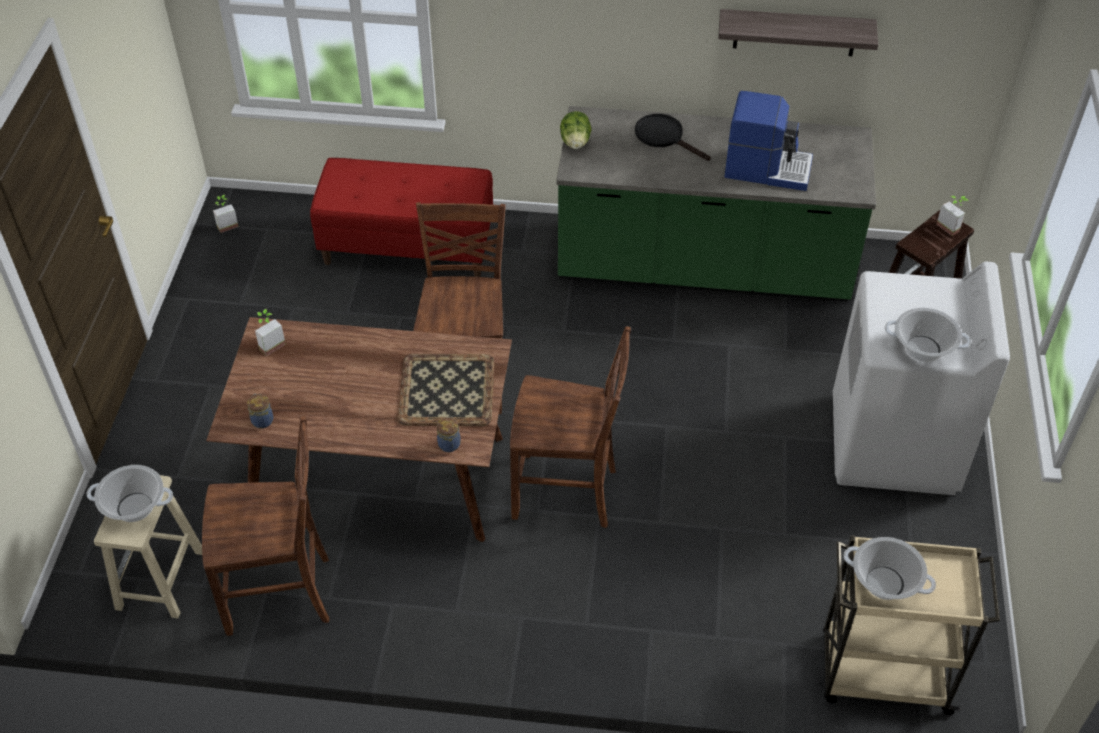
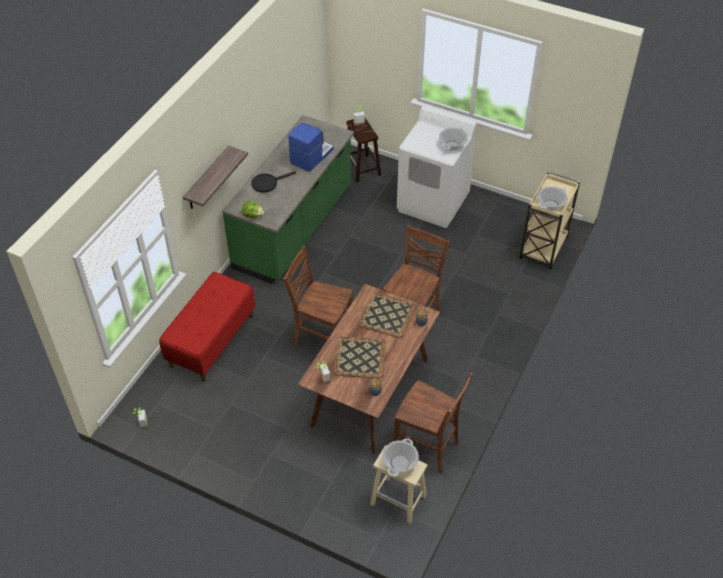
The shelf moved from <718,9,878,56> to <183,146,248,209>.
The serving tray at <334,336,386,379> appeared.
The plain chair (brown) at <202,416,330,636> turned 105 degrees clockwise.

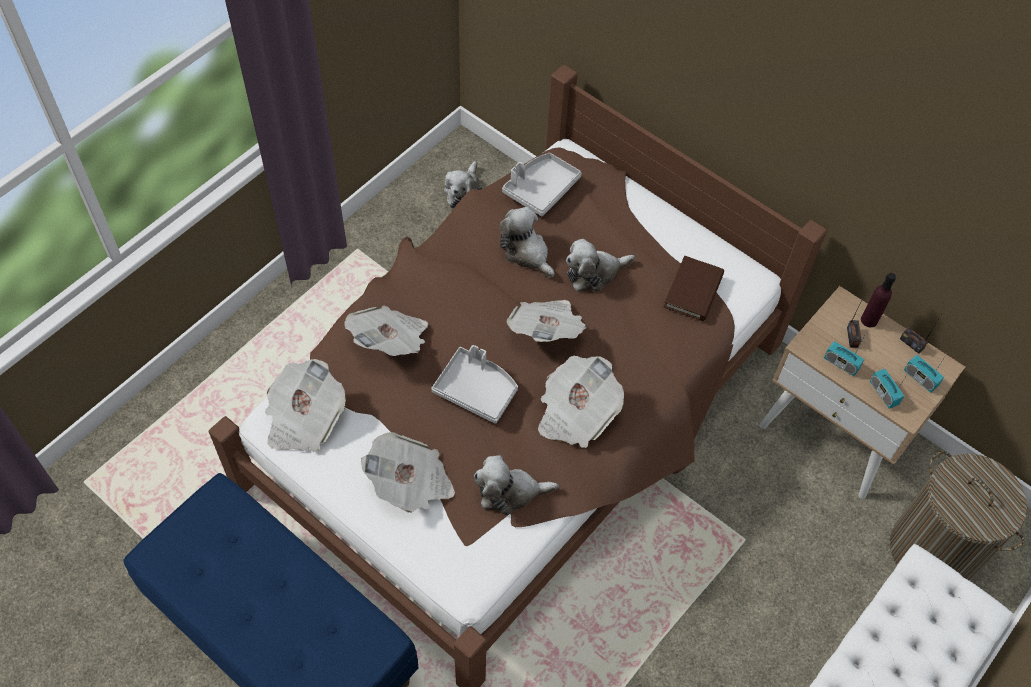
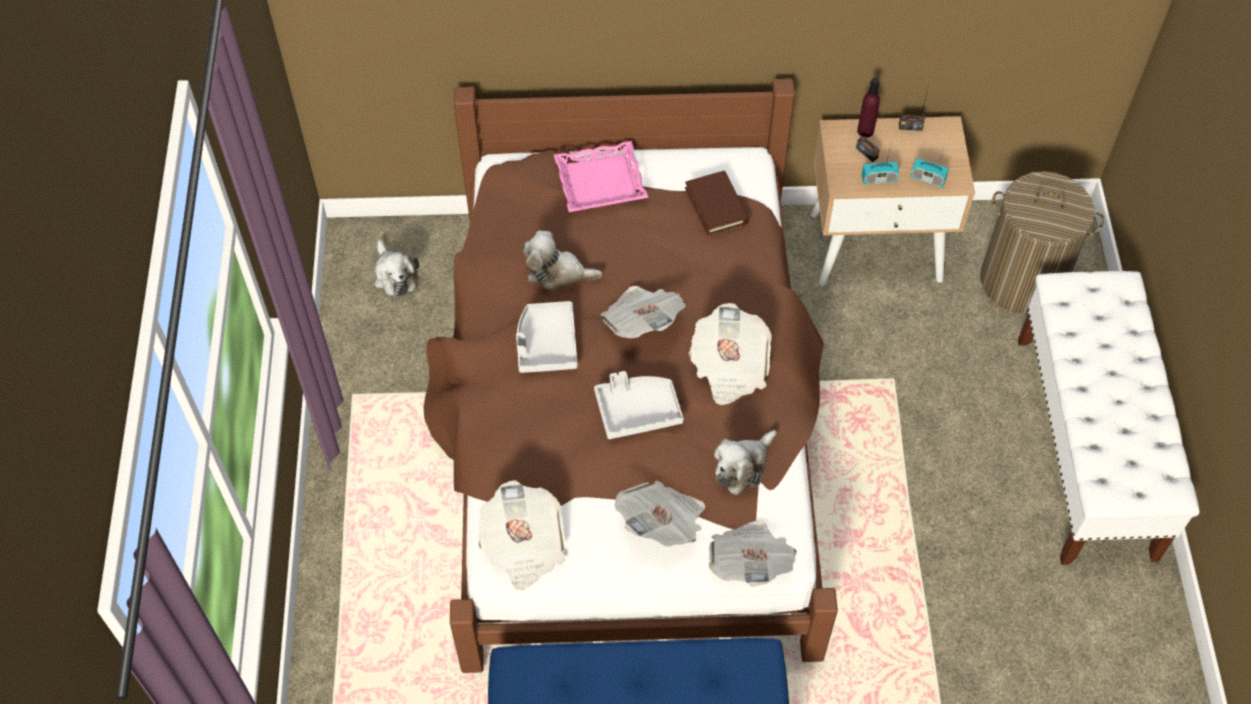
The serving tray (greyish) moved from <502,153,582,216> to <516,301,577,373>.
The serving tray (pink) at <554,141,648,212> appeared.
The daily paper moved from <344,305,428,356> to <709,520,797,587>.
The cuddly toy at <566,239,635,292> disappeared.
The radio set at <904,352,948,393> disappeared.

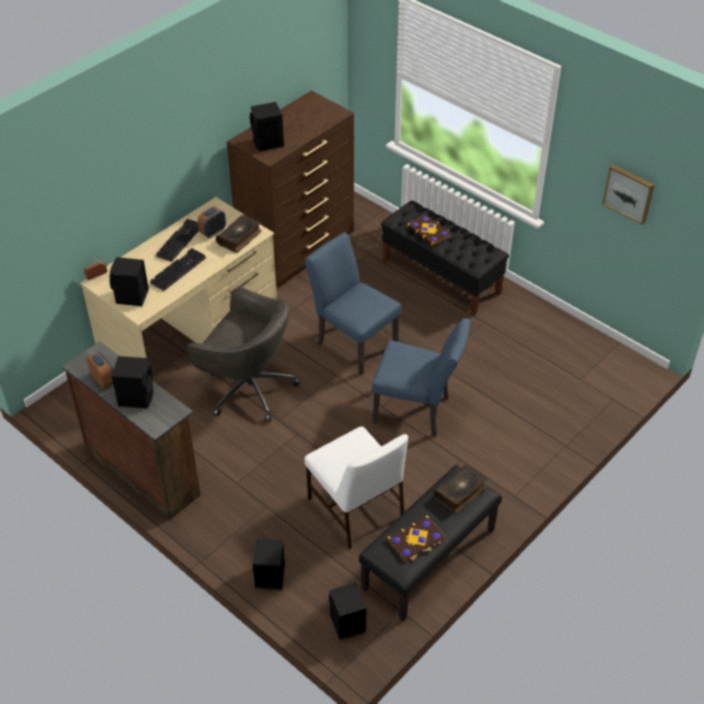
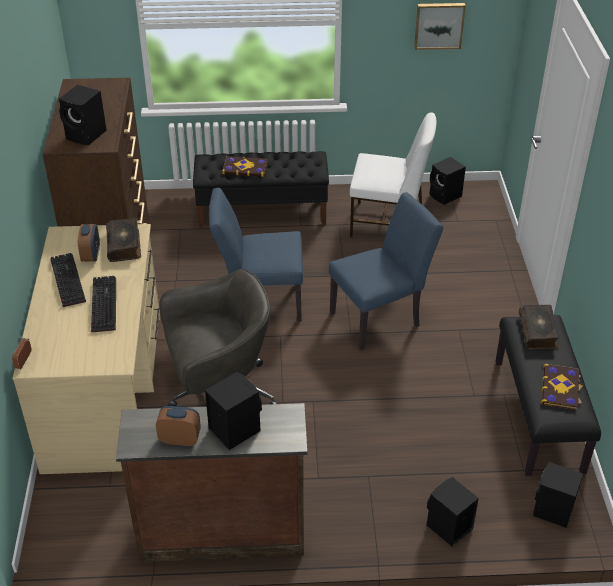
The plain chair (white) moved from <305,426,408,549> to <350,113,437,238>.
The audio speaker (black) moved from <109,257,149,306> to <429,157,466,205>.

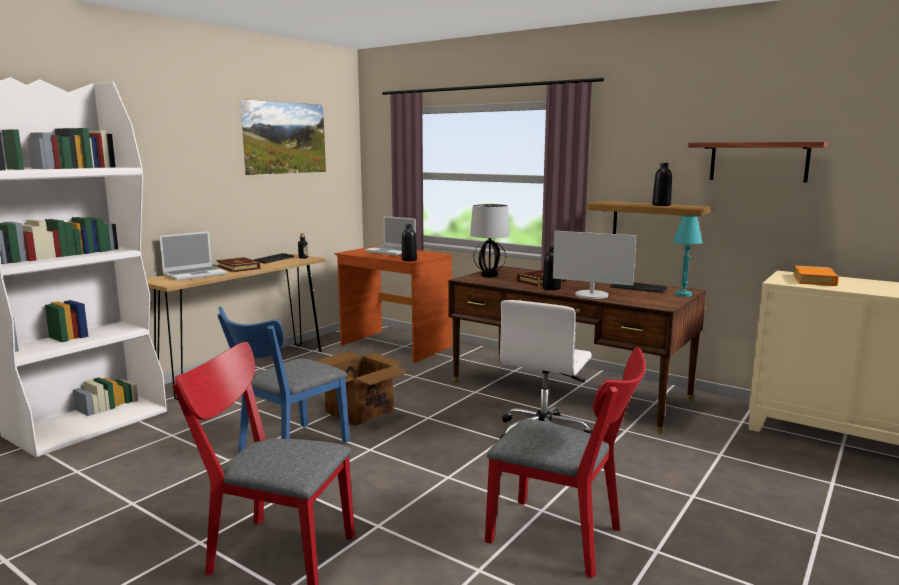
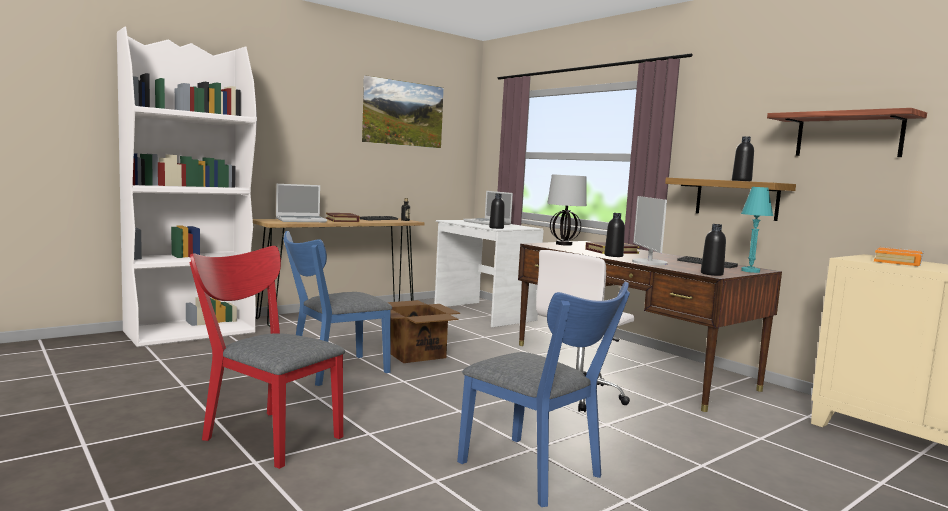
The desk (brown) at <335,246,452,363> became the desk (white) at <435,220,543,327>.
The plain chair (reddish) at <485,347,646,578> became the plain chair (blue-coloured) at <457,281,630,507>.
The monitor at <553,231,636,299> turned 45 degrees clockwise.
The beverage bottle (black) at <701,224,726,276> appeared.

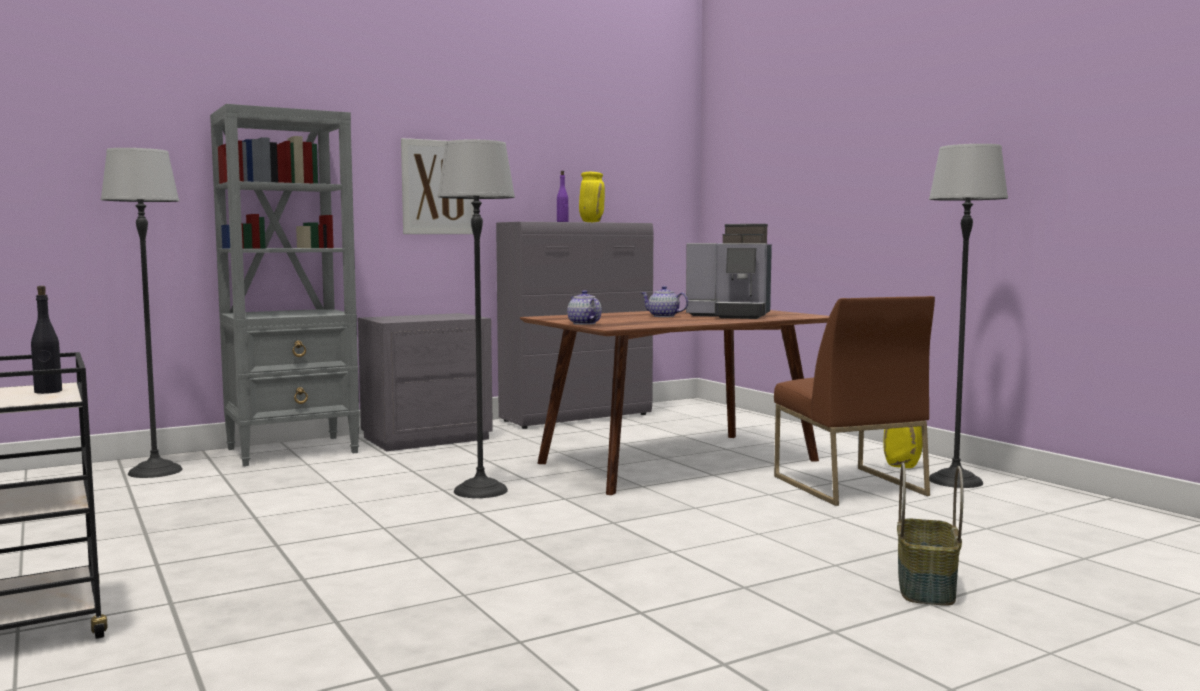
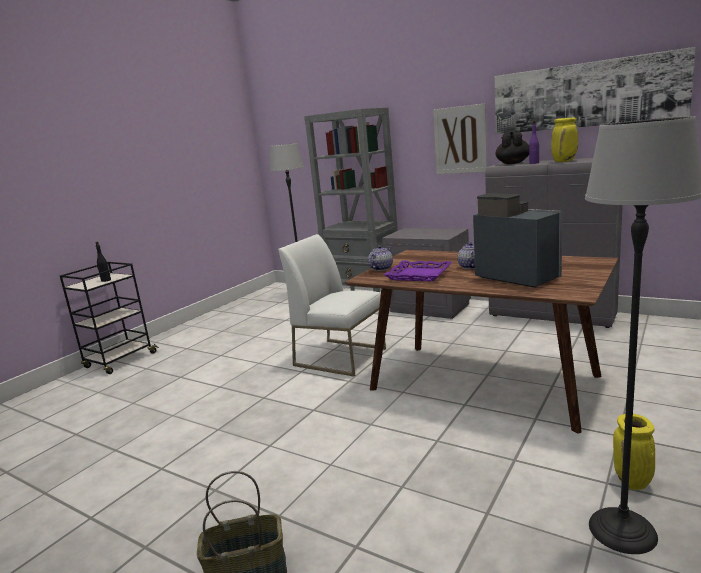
The standard lamp at <437,140,515,498> was replaced by the plain chair (white) at <278,234,386,377>.
The serving tray (purplish) at <384,261,452,282> appeared.
The coffee machine at <686,224,772,319> turned 150 degrees clockwise.
The wall art at <495,47,696,134> appeared.
The teapot (black) at <495,129,529,164> appeared.
The plain chair (brown) at <774,296,935,506> disappeared.

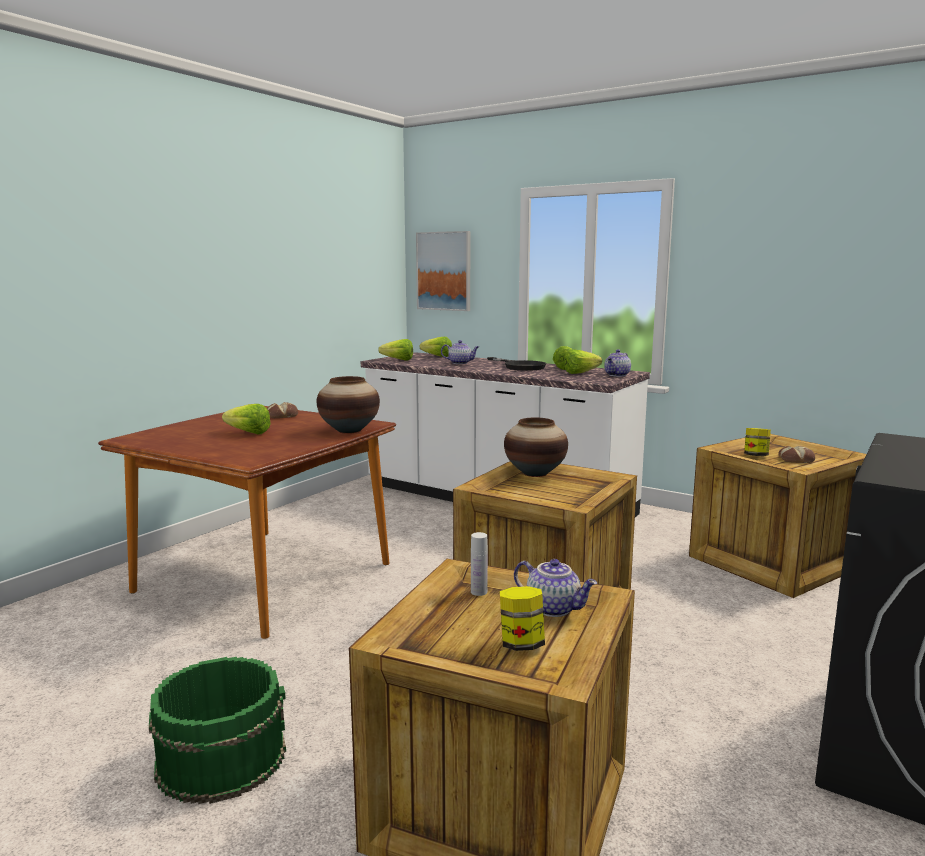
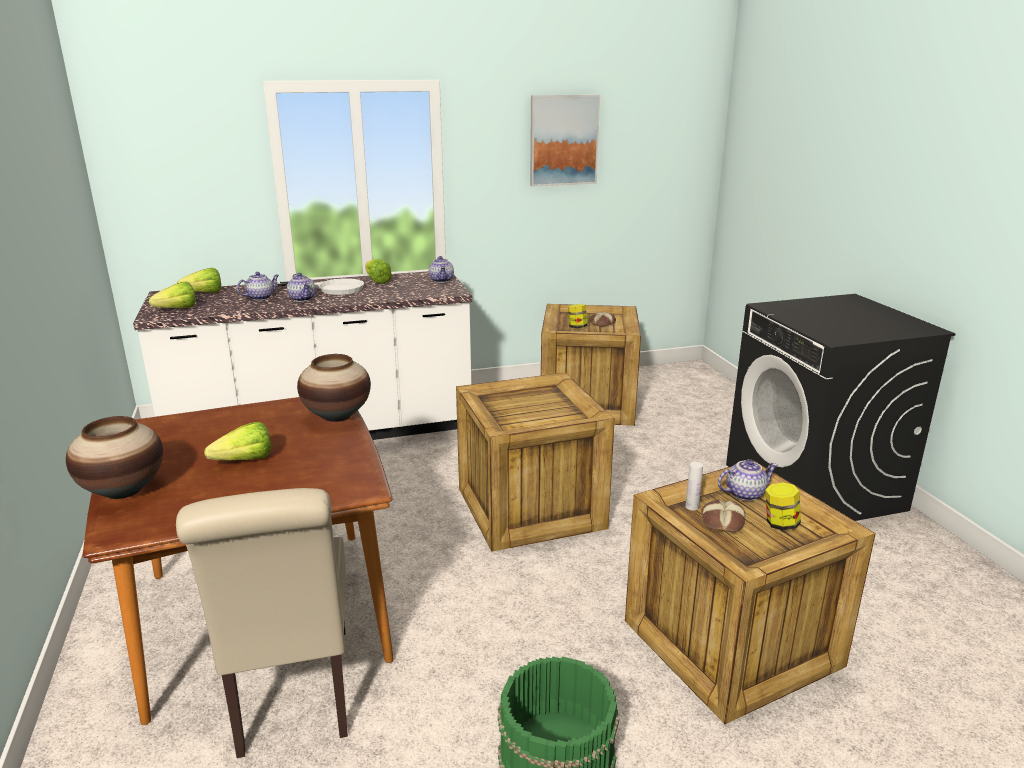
The flower vase moved from <504,417,568,477> to <66,416,163,499>.
The plain chair (sand-coloured) at <176,488,348,758> appeared.
The skillet (black) at <487,357,546,371> became the skillet (white) at <277,278,364,295>.
The teapot at <287,273,316,302> appeared.
The wall art moved from <416,231,471,311> to <530,95,600,187>.
The bread moved from <267,402,298,418> to <701,500,745,533>.
The lettuce head at <564,350,602,374> disappeared.

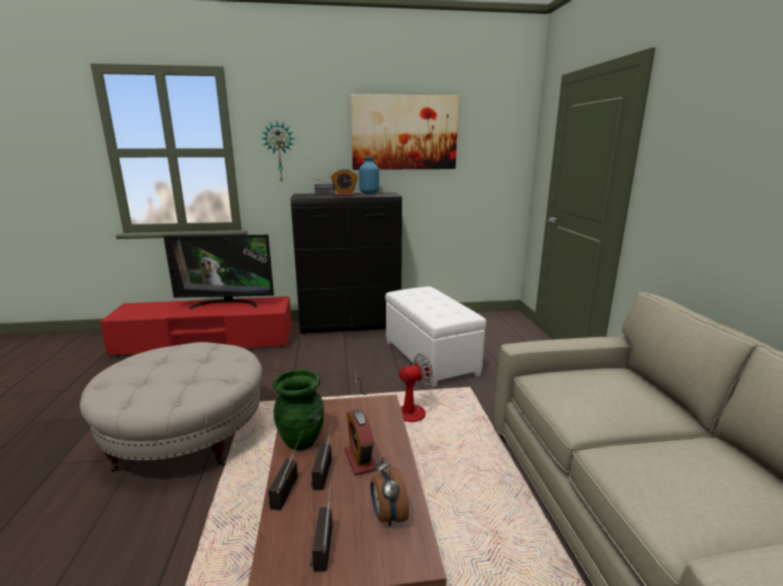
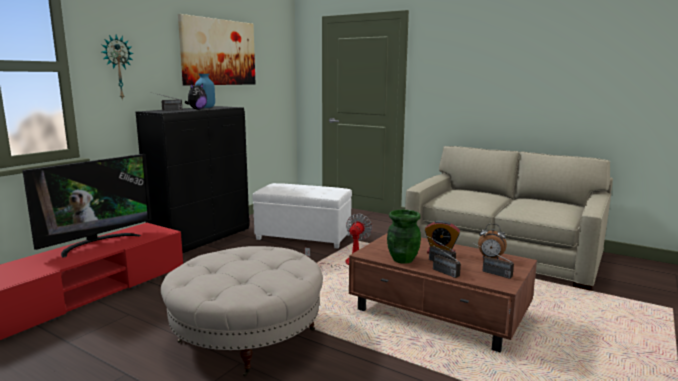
The bedside clock at <331,169,358,196> was replaced by the cuddly toy at <185,84,207,110>.

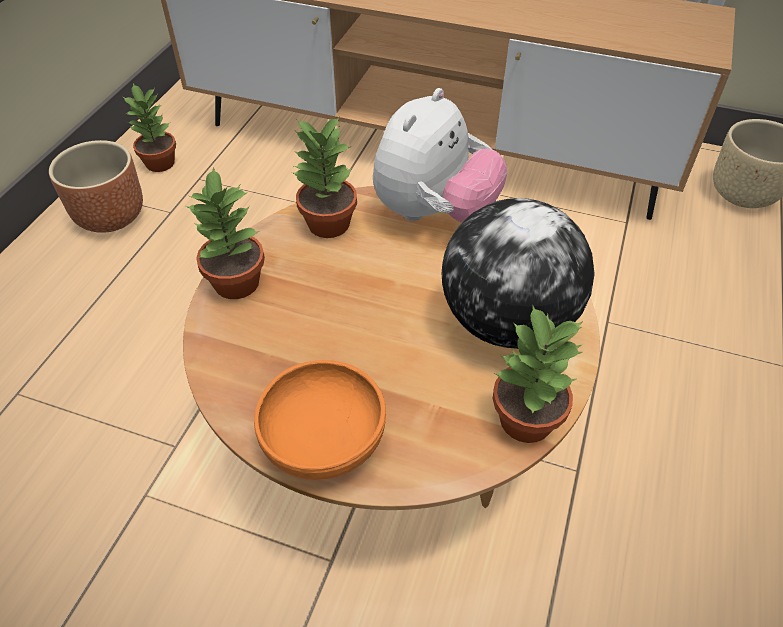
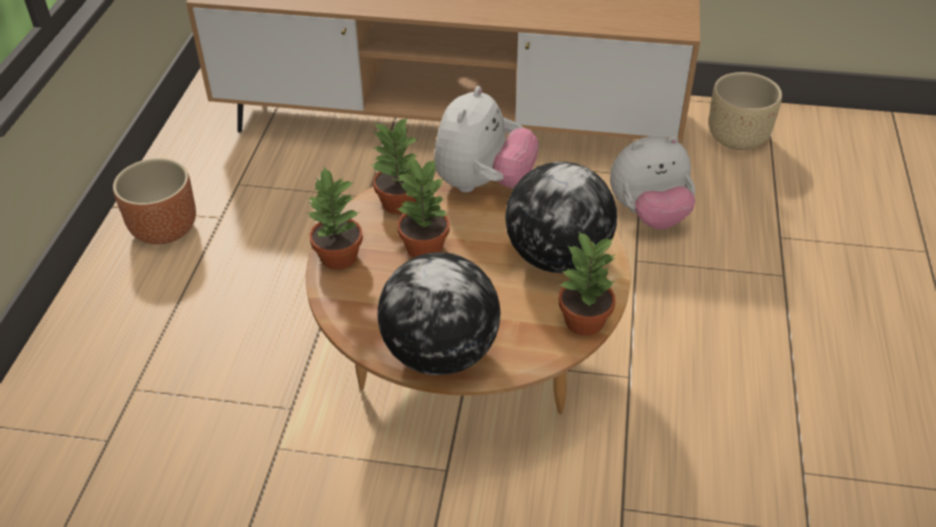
The deep dish (orangey) at <254,360,386,480> was replaced by the desk globe at <378,252,500,375>.
The potted plant moved from <123,84,176,172> to <396,157,449,257>.
The cuddly toy at <610,136,695,230> appeared.

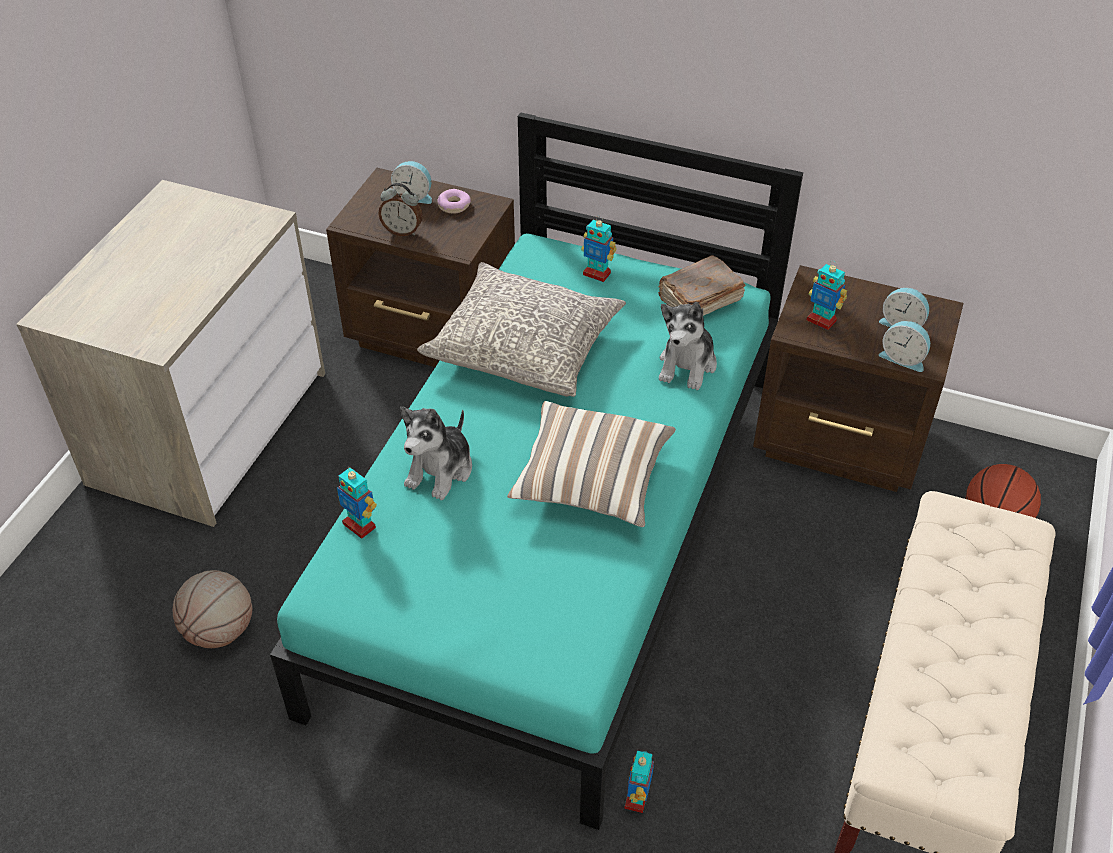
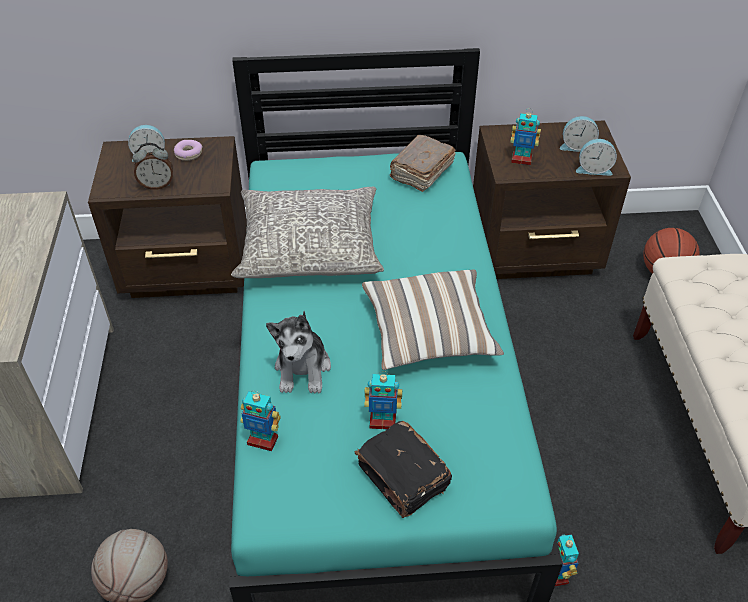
The volume (black) at <355,421,452,518> appeared.
The toy robot moved from <581,216,617,282> to <364,371,402,429>.
The cuddly toy at <659,302,717,390> disappeared.

